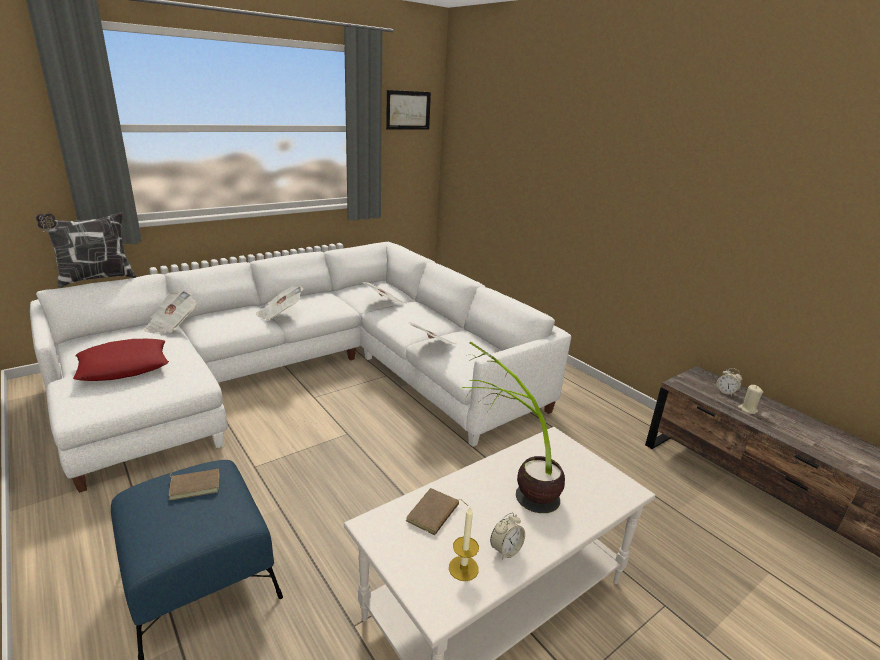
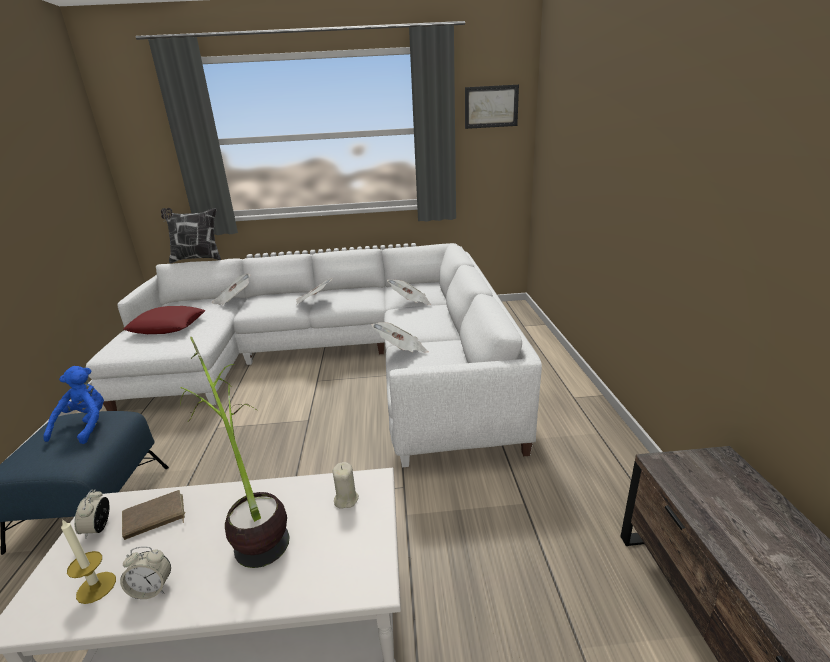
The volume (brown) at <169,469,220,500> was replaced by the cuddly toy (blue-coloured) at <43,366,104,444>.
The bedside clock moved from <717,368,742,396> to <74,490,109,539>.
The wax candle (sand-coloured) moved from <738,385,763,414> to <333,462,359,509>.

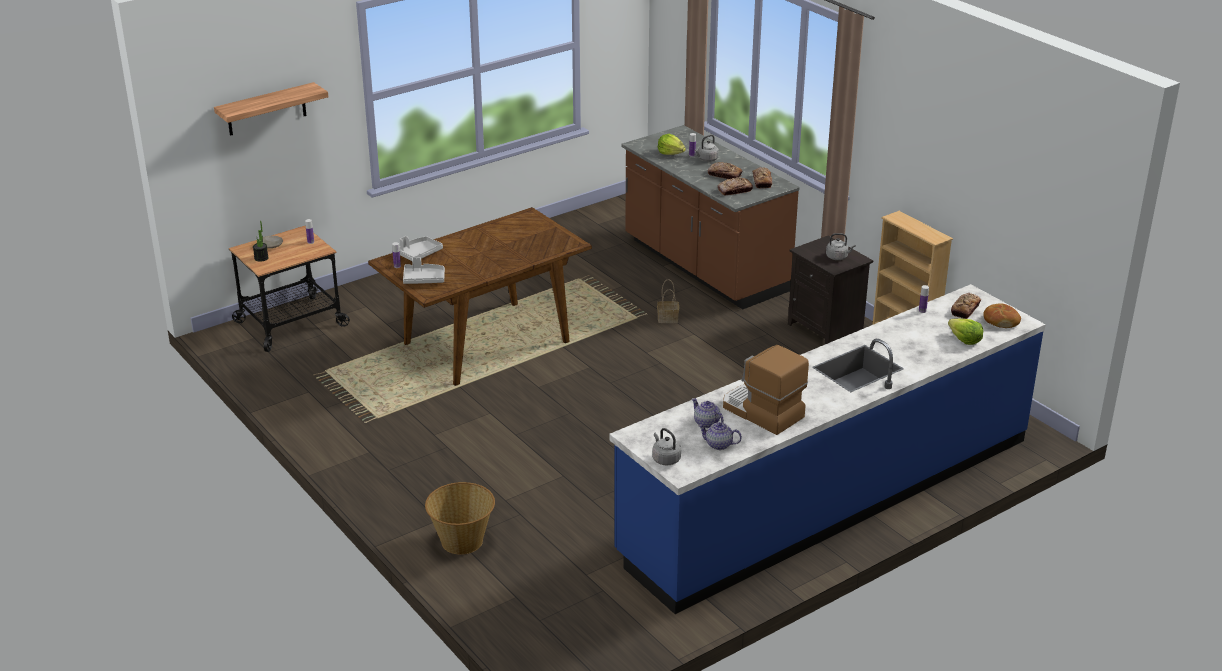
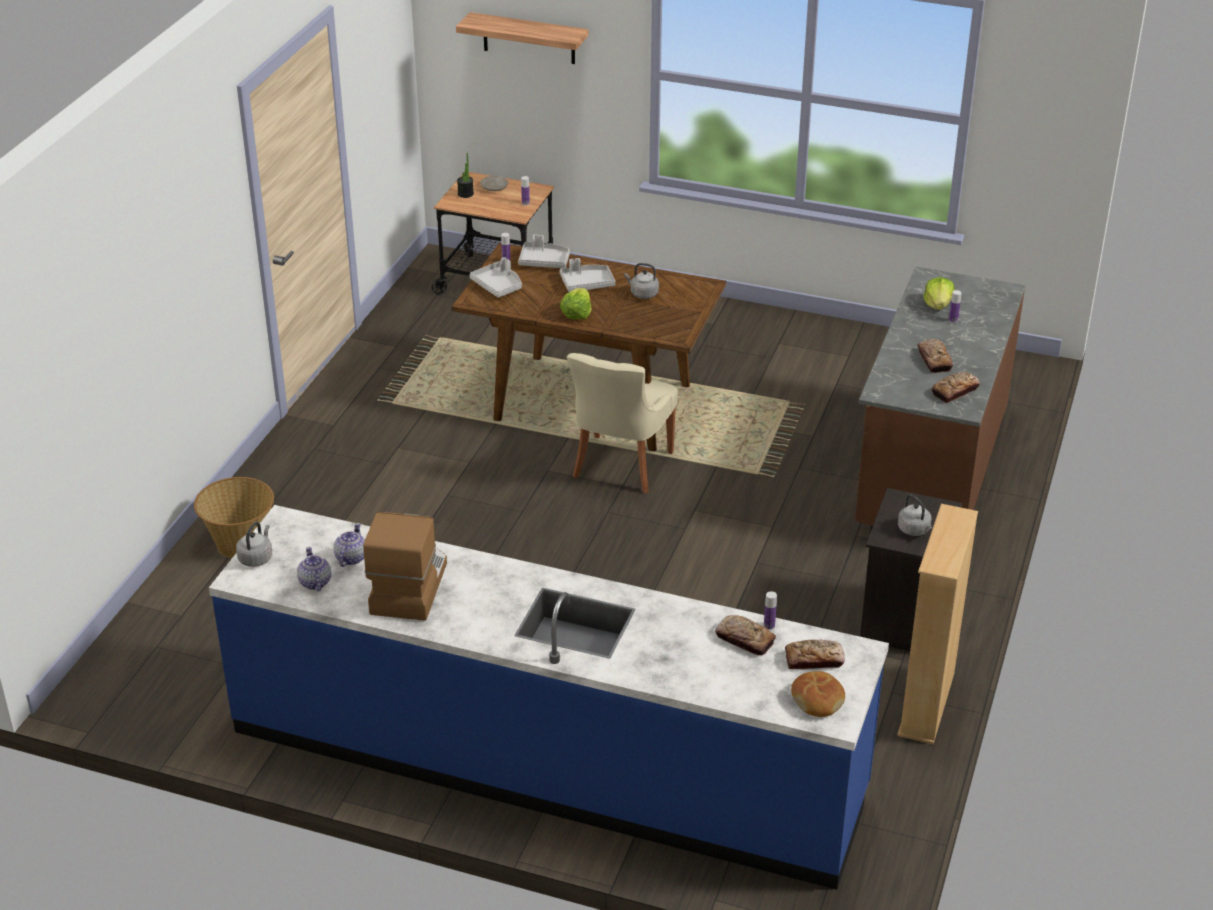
The serving tray (greyish) at <560,258,616,292> appeared.
The lettuce head moved from <948,318,983,345> to <560,288,591,320>.
The plain chair (sand-coloured) at <567,353,678,494> appeared.
The tea kettle (greyish) moved from <694,135,719,162> to <624,263,659,299>.
The bread moved from <718,177,753,195> to <715,615,776,656>.
The household basket at <657,279,679,323> disappeared.

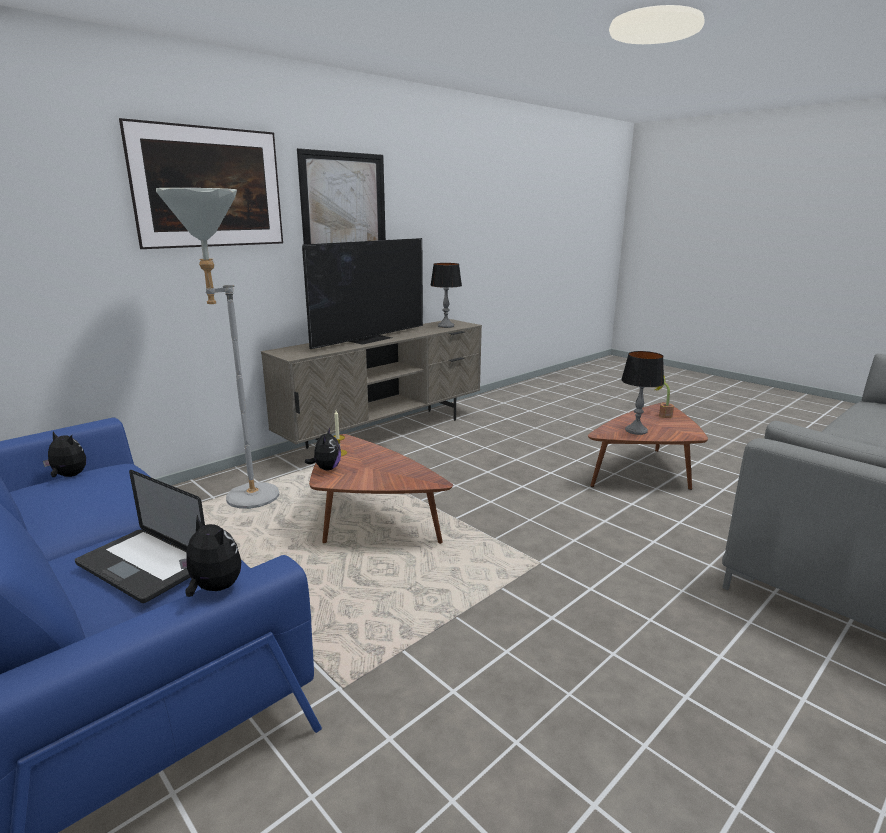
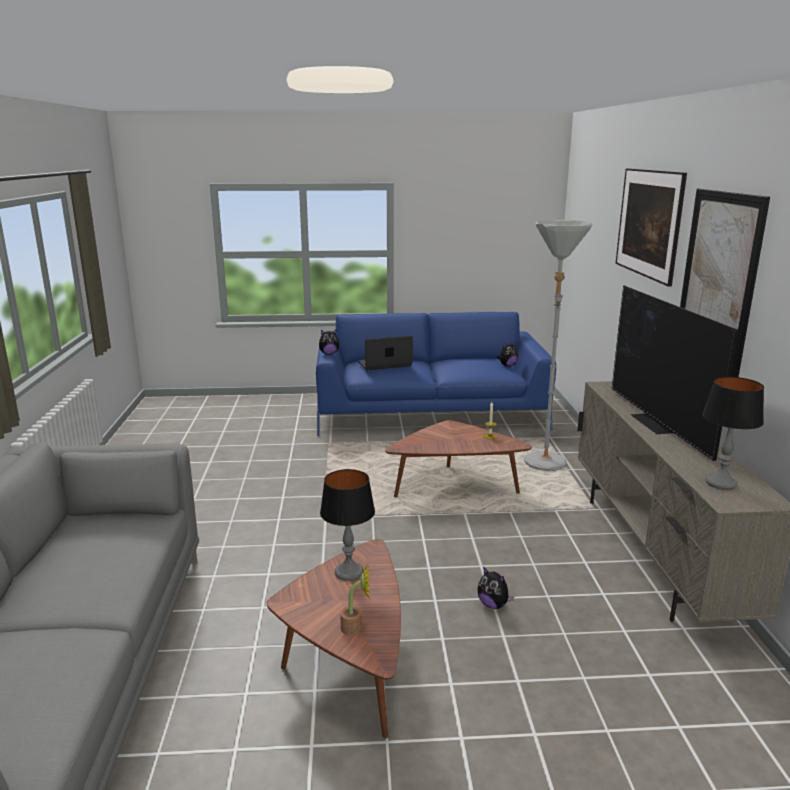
The cuddly toy moved from <305,428,341,471> to <477,567,514,609>.

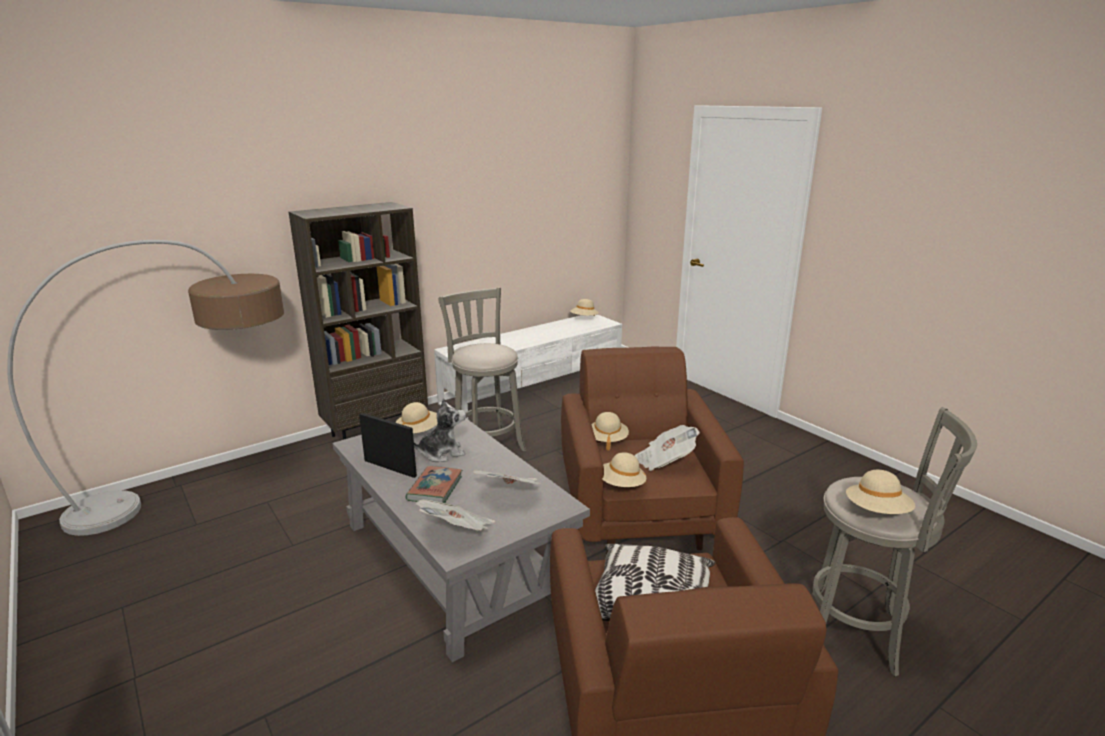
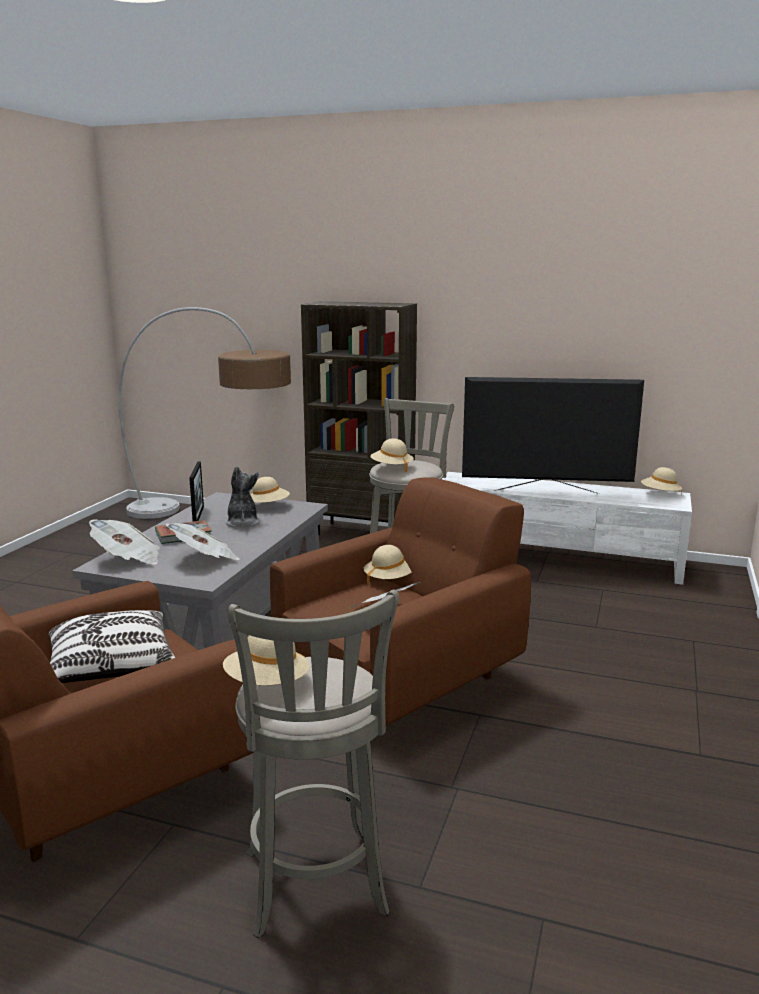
The cuddly toy at <414,398,466,462> turned 135 degrees counterclockwise.
The wearable hat (sand-coloured) moved from <602,452,646,487> to <370,438,414,472>.
The TV set at <462,377,644,494> appeared.

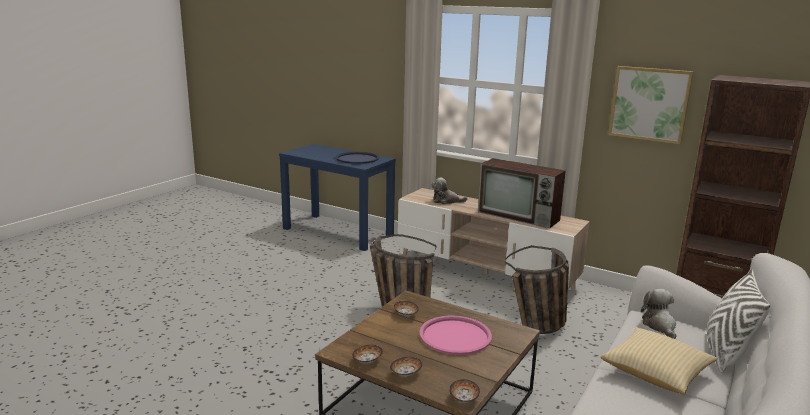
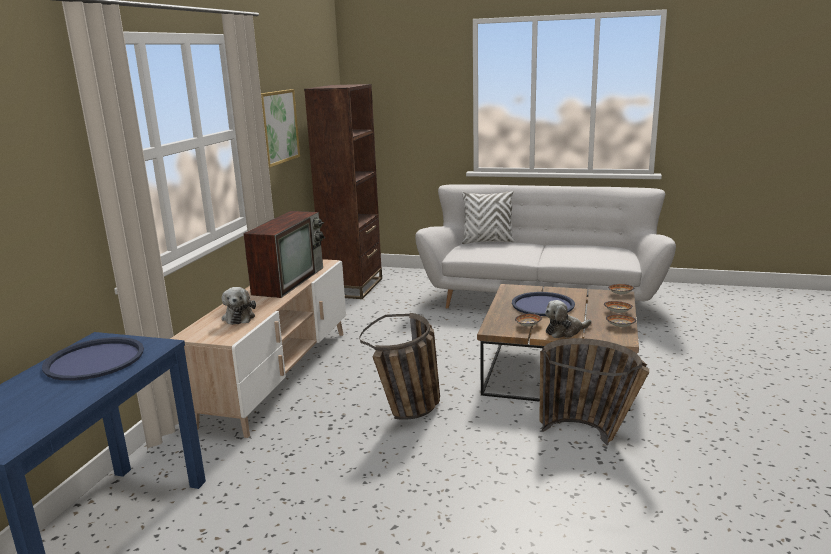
The serving tray (pink) at <419,315,492,355> became the serving tray (blue-coloured) at <512,292,575,316>.
The household basket moved from <505,245,569,334> to <539,338,649,446>.
The cuddly toy moved from <641,289,677,339> to <545,300,591,338>.
The cushion at <601,327,717,394> disappeared.

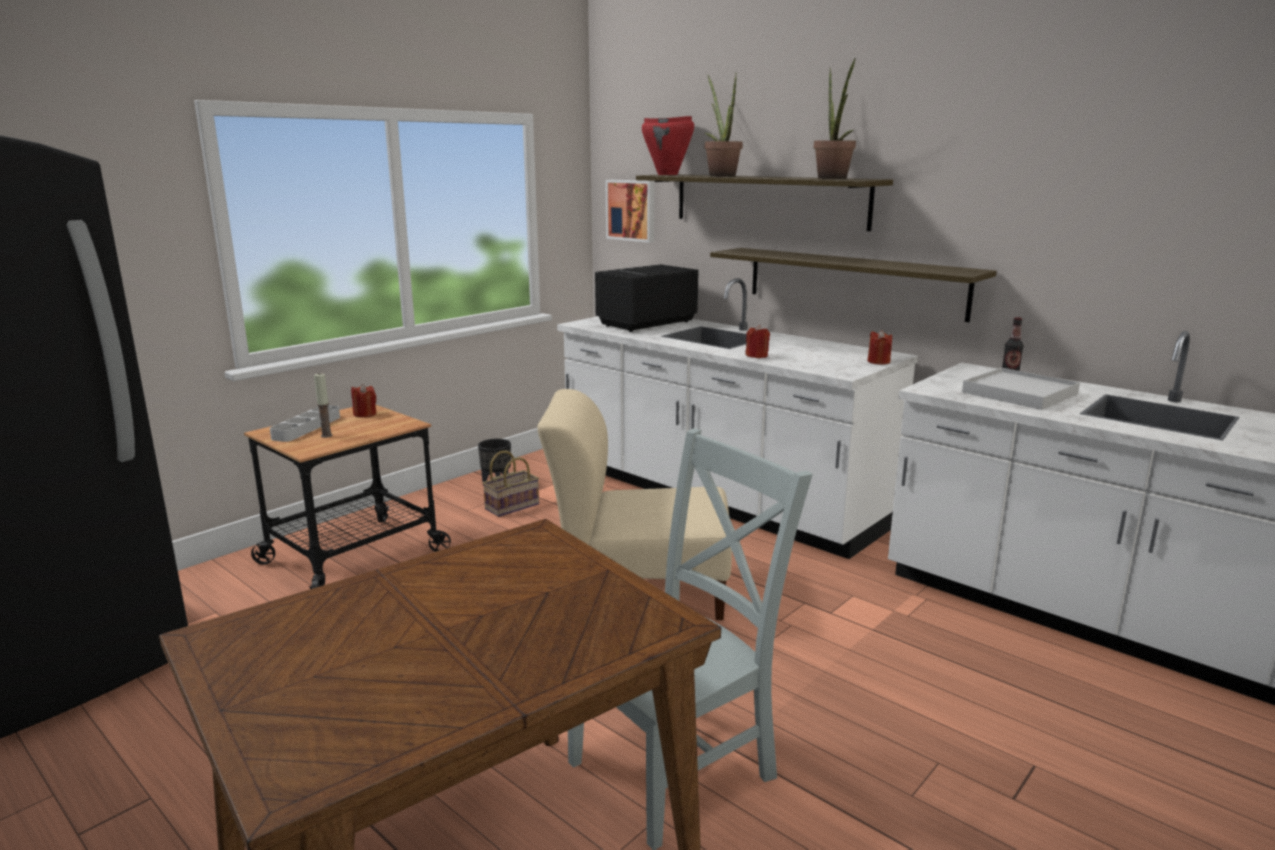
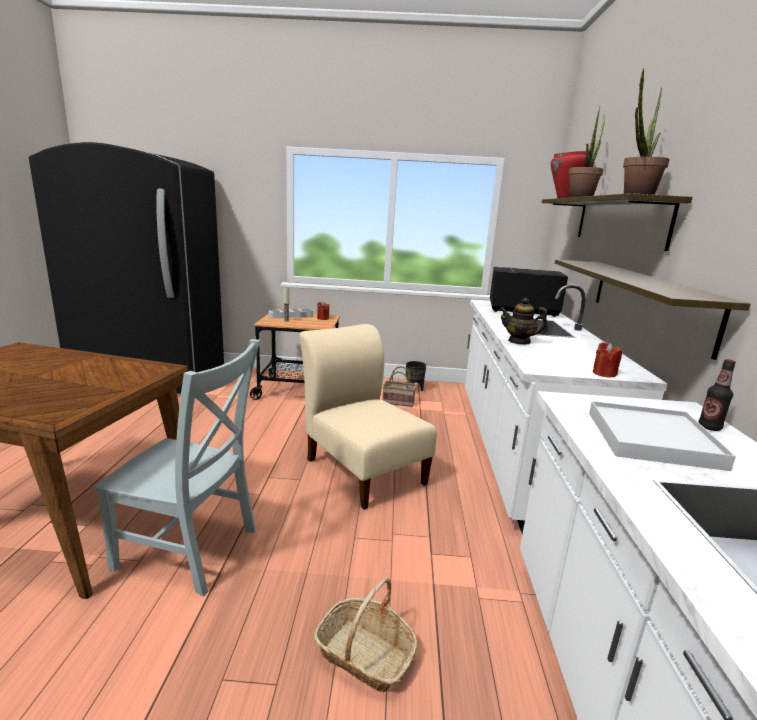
The household basket at <313,578,418,692> appeared.
The wax candle (reddish) at <745,325,770,358> was replaced by the teapot at <500,298,548,345>.
The wall art at <605,180,654,243> disappeared.

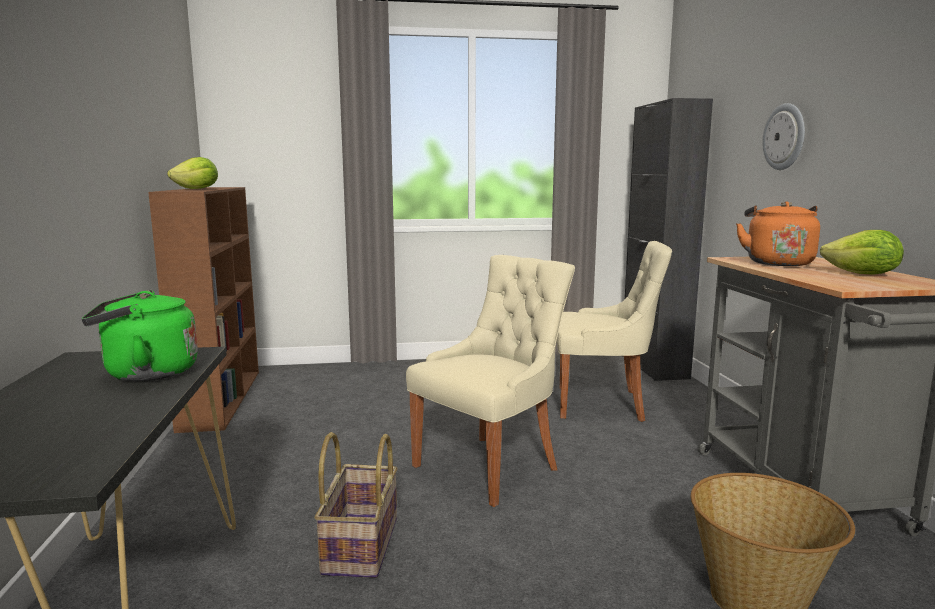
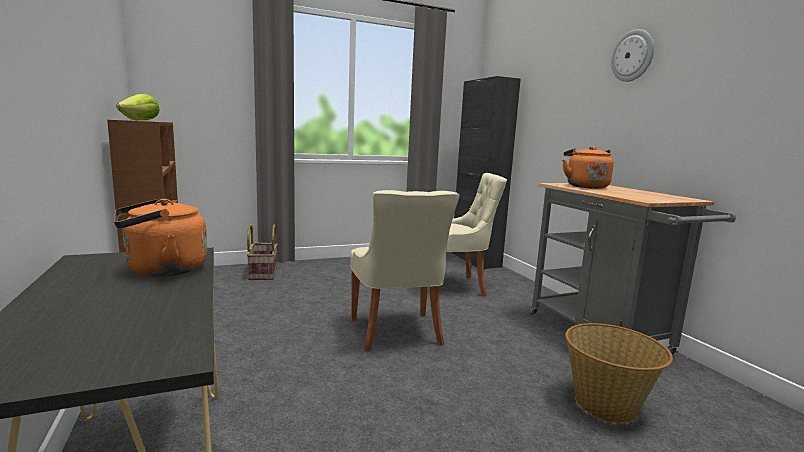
The tea kettle (green-coloured) at <81,290,198,381> became the tea kettle (orangey) at <114,199,207,277>.
The household basket moved from <314,432,398,578> to <247,224,278,280>.
The plain chair (sand-coloured) at <406,255,575,507> turned 135 degrees clockwise.
The clock on the wall moved from <762,103,805,170> to <611,29,654,82>.
The lettuce head at <820,230,904,275> disappeared.

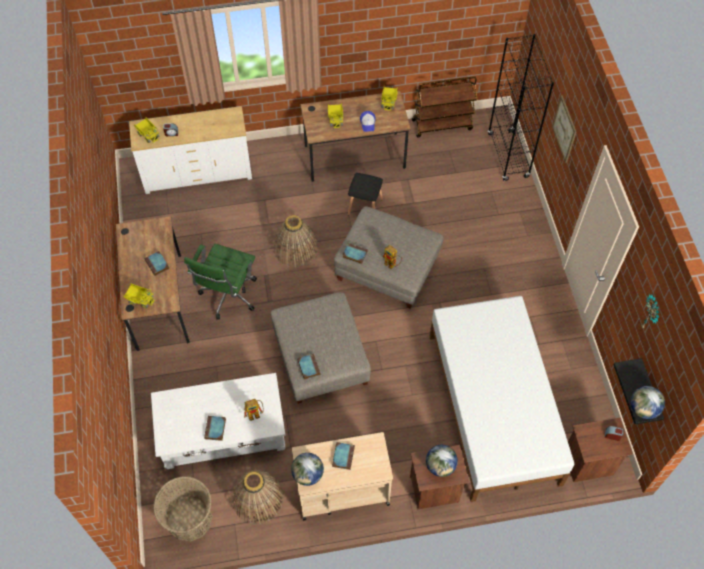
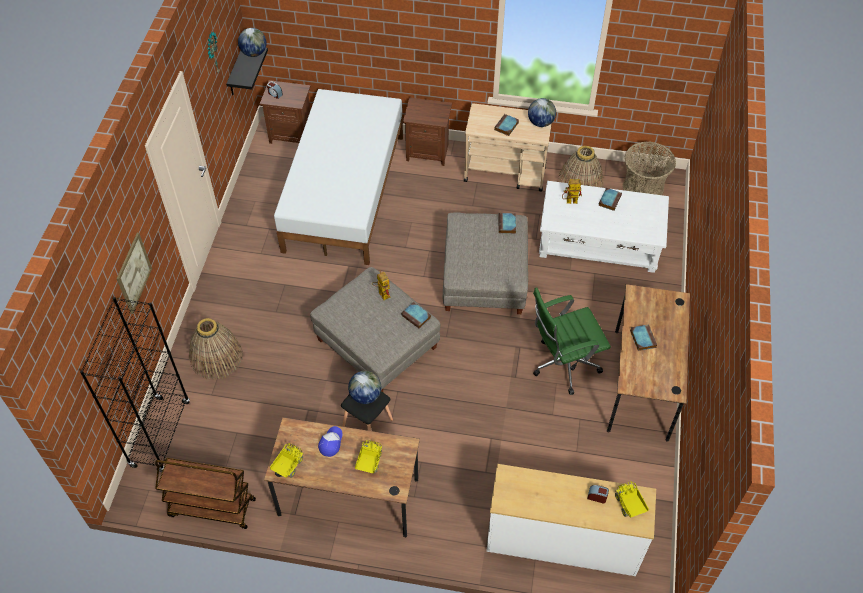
The household basket moved from <274,215,318,267> to <189,318,243,380>.
The desk globe moved from <426,445,458,477> to <348,371,381,404>.
The desk chair (green-coloured) at <184,244,257,319> turned 150 degrees counterclockwise.
The toy truck at <123,284,155,308> disappeared.

